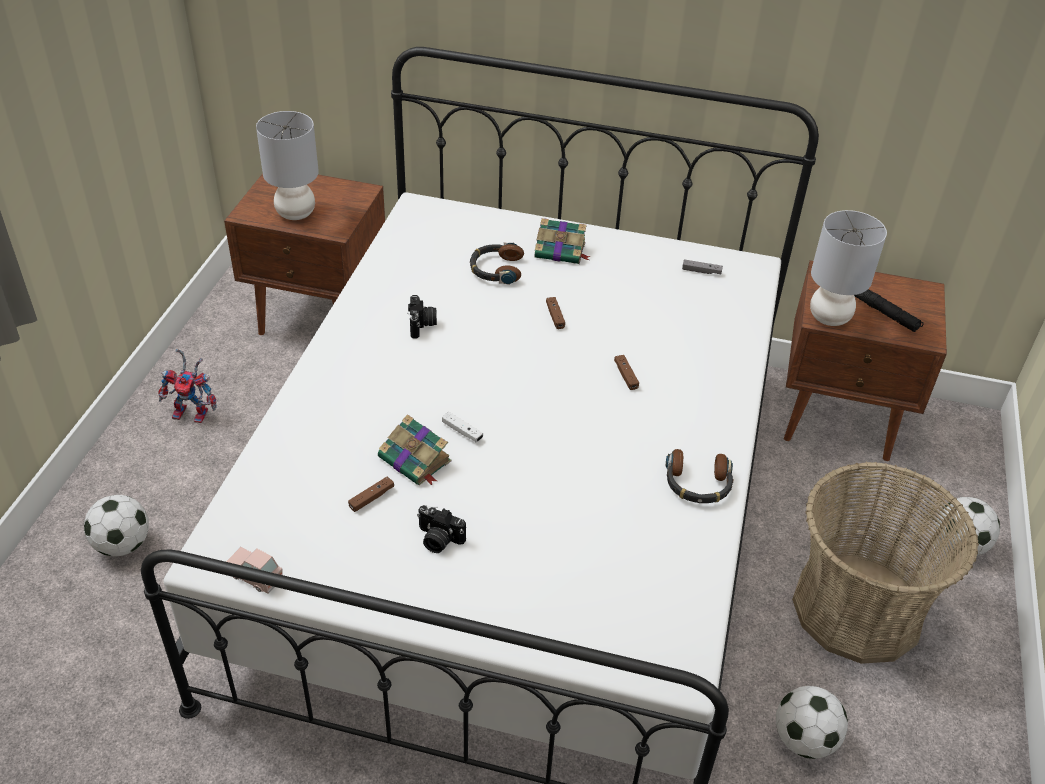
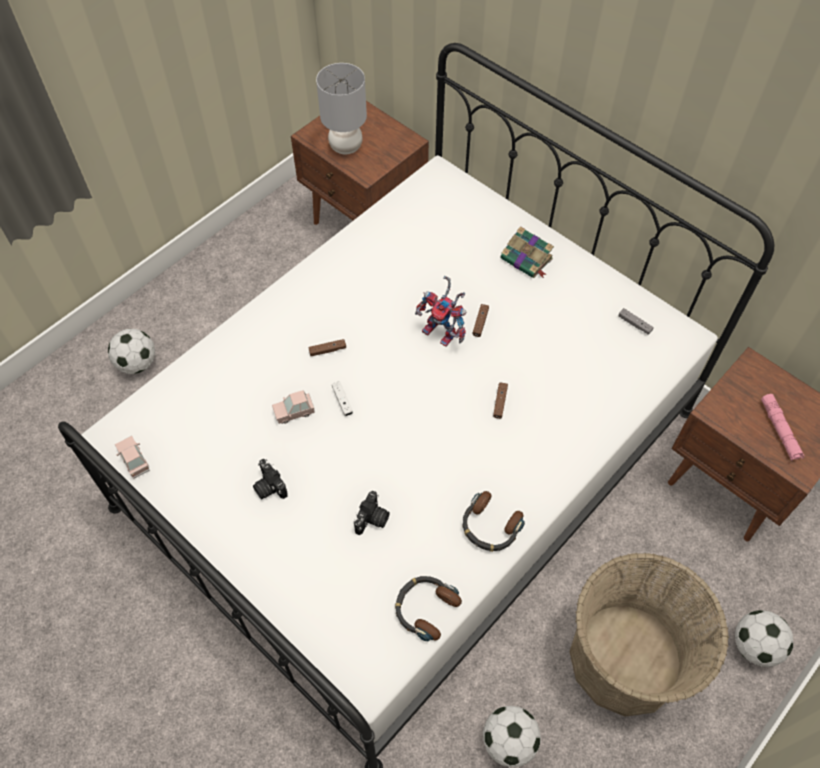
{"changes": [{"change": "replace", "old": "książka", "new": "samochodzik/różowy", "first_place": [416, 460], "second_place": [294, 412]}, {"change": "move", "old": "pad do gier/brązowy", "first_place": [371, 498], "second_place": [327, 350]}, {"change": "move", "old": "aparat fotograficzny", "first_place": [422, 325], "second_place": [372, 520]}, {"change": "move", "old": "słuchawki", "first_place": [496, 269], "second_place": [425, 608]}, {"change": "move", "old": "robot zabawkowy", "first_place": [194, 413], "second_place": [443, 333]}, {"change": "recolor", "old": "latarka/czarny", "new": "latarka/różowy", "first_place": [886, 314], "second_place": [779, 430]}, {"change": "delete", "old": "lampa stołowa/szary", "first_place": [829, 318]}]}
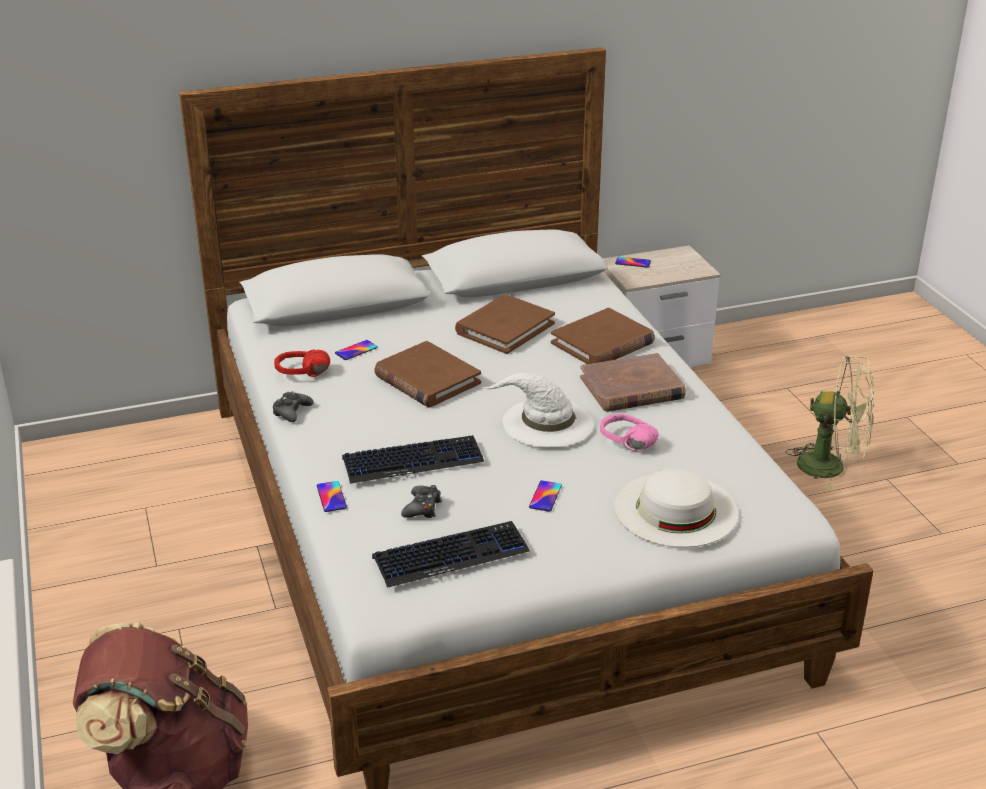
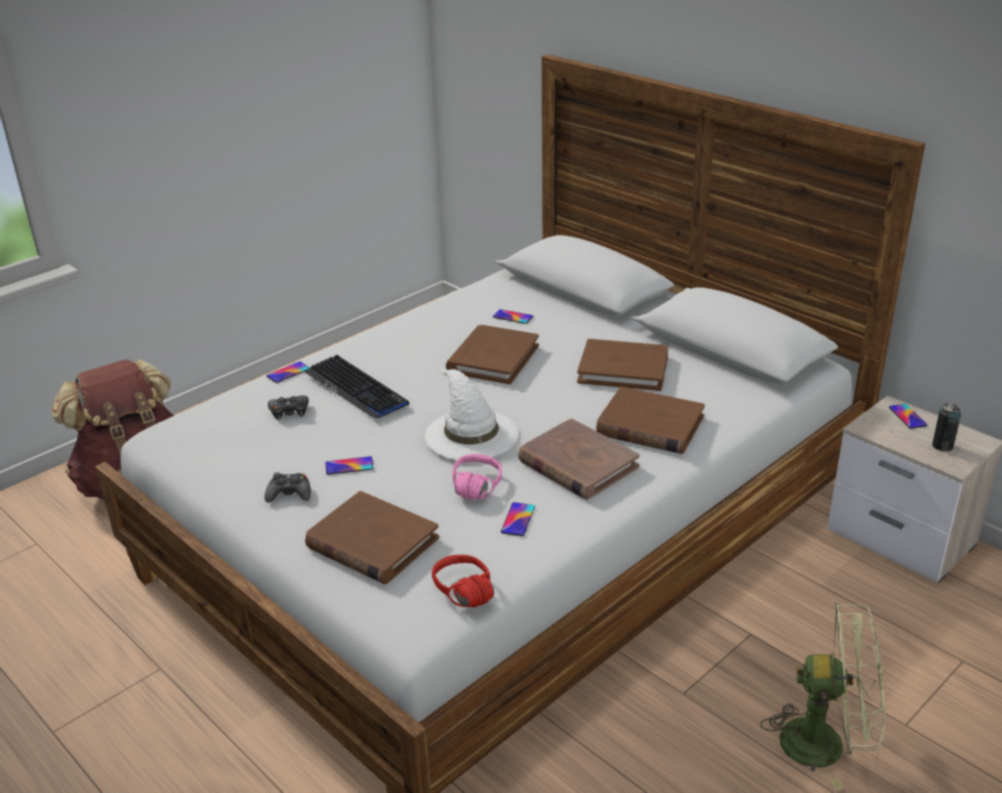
{"changes": [{"change": "move", "old": "pad do gier/czarny", "first_place": [292, 411], "second_place": [289, 494]}, {"change": "replace", "old": "kapelusz/biały", "new": "książka/brązowy", "first_place": [676, 509], "second_place": [372, 543]}, {"change": "move", "old": "słuchawki/czerwony", "first_place": [303, 377], "second_place": [455, 596]}, {"change": "insert", "new": "telefon", "second_place": [518, 519]}, {"change": "rotate", "old": "wentylator/zielony", "first_place": [831, 467], "second_place": [826, 743], "degrees": -75}, {"change": "insert", "new": "puszka", "second_place": [942, 446]}, {"change": "delete", "old": "klawiatura", "first_place": [451, 555]}]}
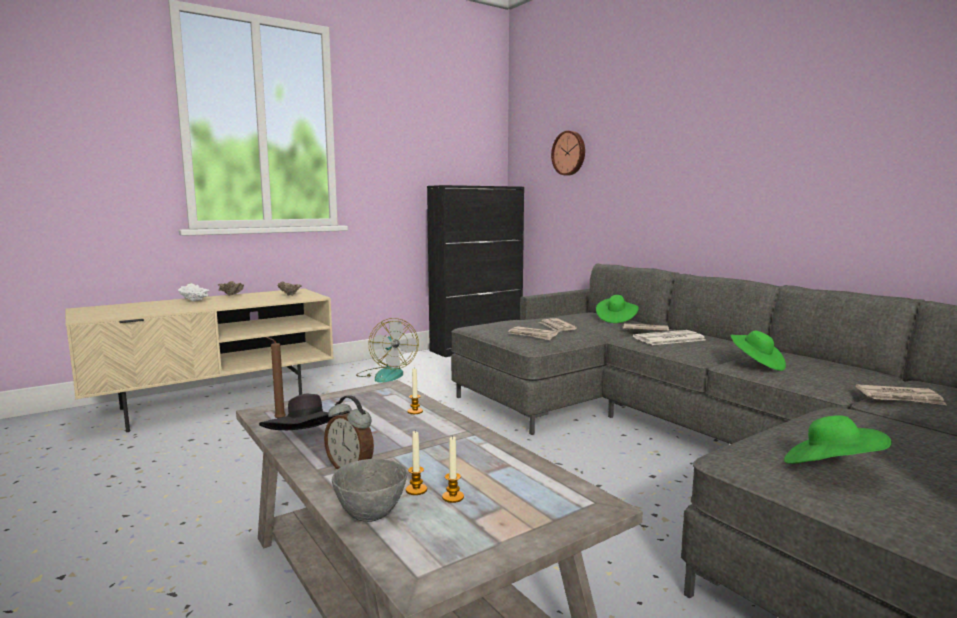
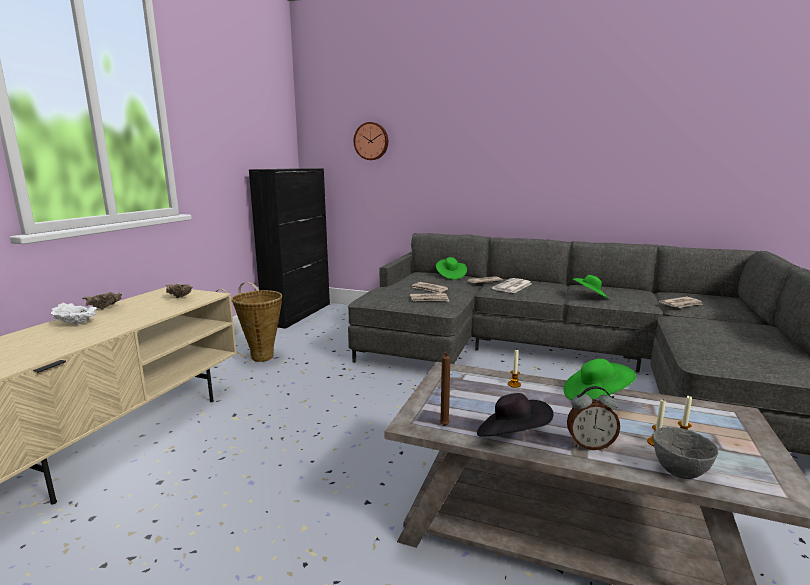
{"changes": [{"change": "replace", "old": "wentylator", "new": "koszyk", "first_place": [386, 374], "second_place": [258, 356]}, {"change": "move", "old": "kapelusz/zielony", "first_place": [830, 468], "second_place": [595, 397]}]}
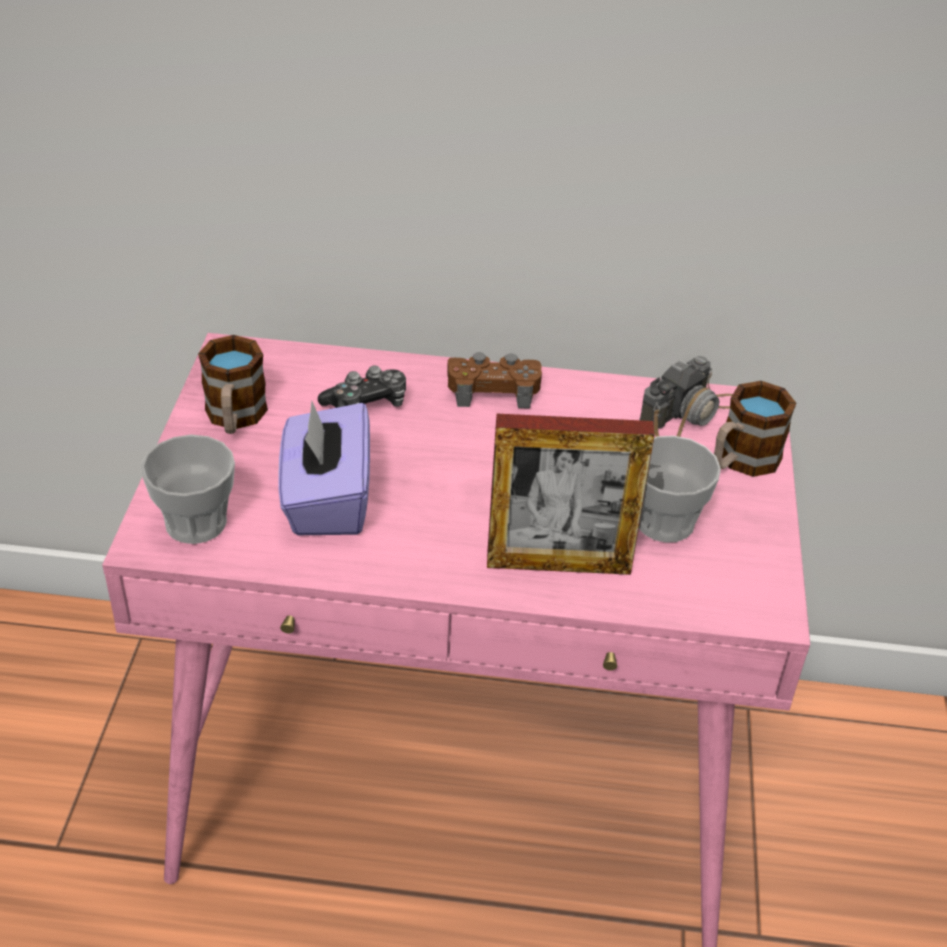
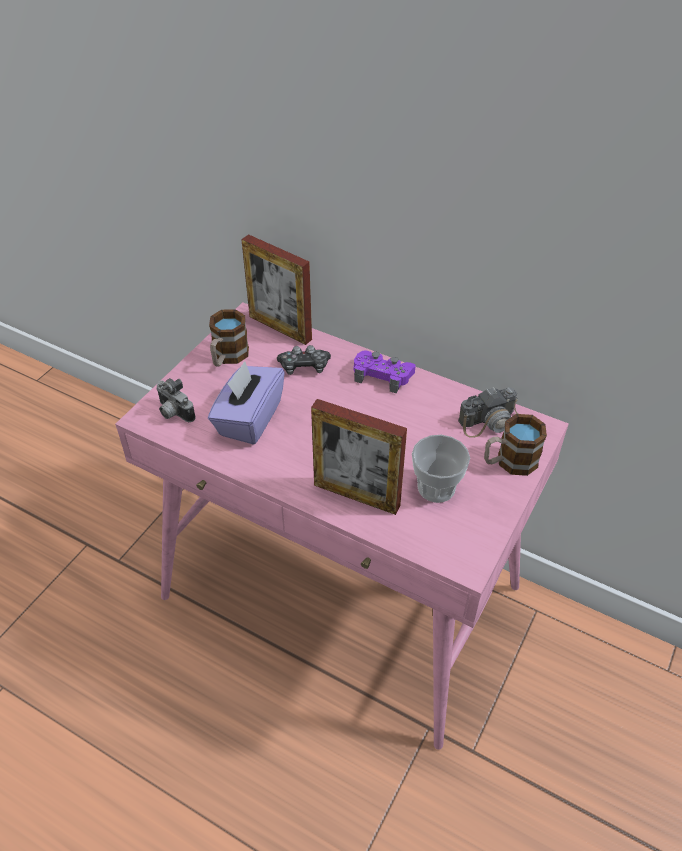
{"changes": [{"change": "replace", "old": "filiżanka", "new": "aparat fotograficzny", "first_place": [196, 523], "second_place": [173, 413]}, {"change": "insert", "new": "ramka na zdjęcie", "second_place": [280, 328]}, {"change": "recolor", "old": "pad do gier/brązowy", "new": "pad do gier/fioletowy", "first_place": [493, 389], "second_place": [382, 375]}]}
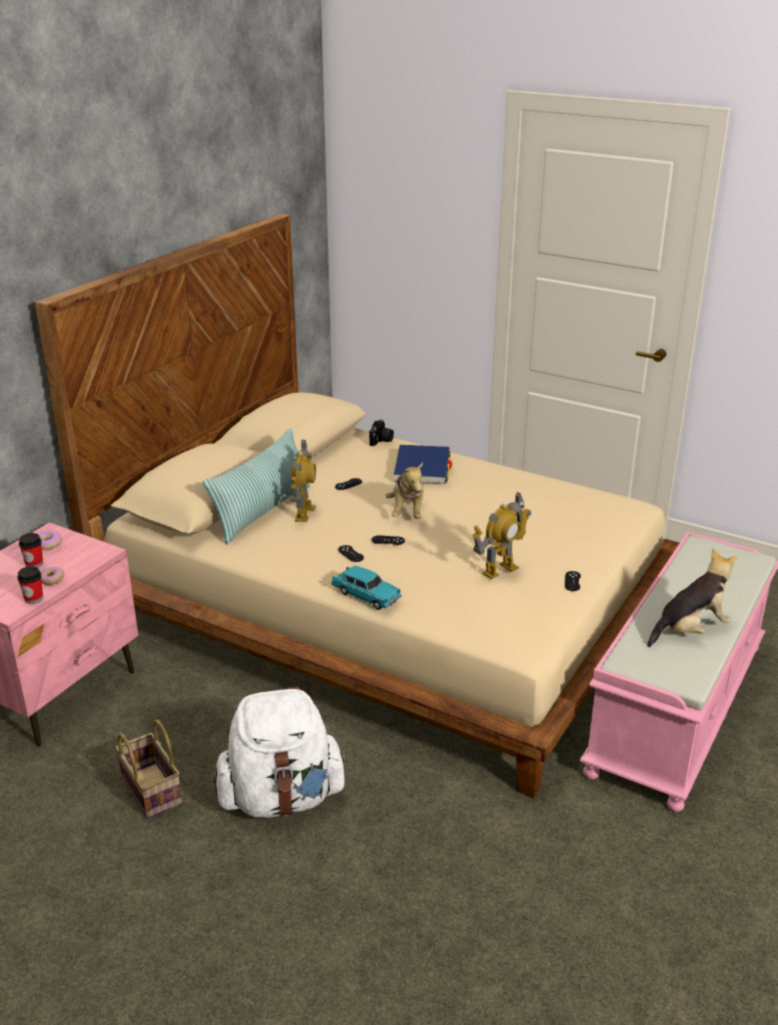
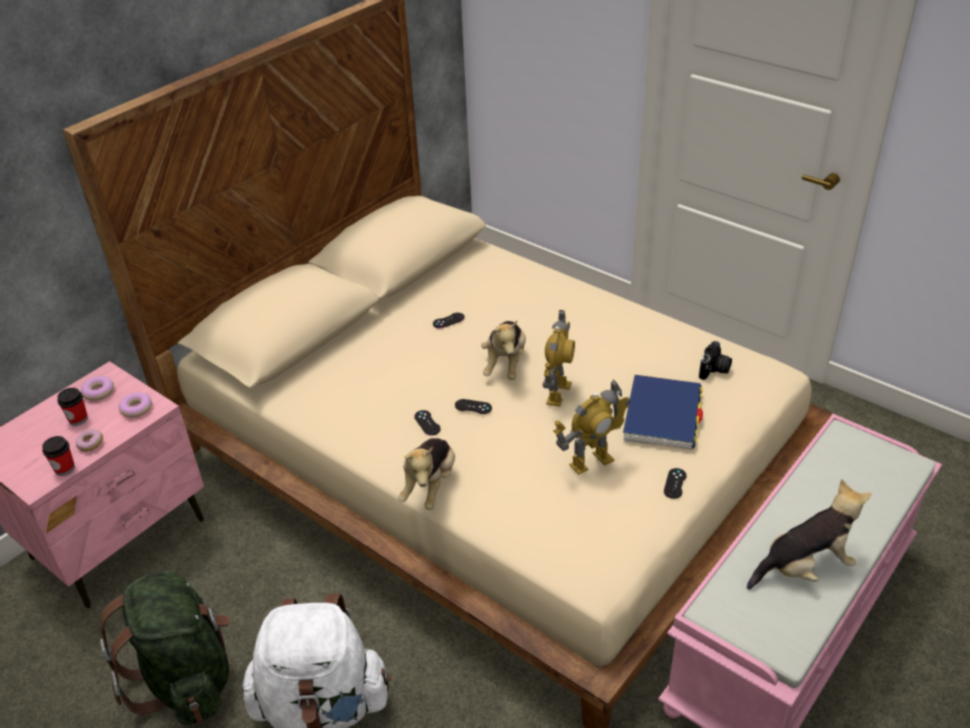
{"changes": [{"change": "replace", "old": "koszyk", "new": "plecak/zielony", "first_place": [149, 790], "second_place": [187, 678]}, {"change": "insert", "new": "donut", "second_place": [136, 409]}, {"change": "replace", "old": "samochodzik/turkusowy", "new": "pluszak", "first_place": [366, 596], "second_place": [430, 486]}, {"change": "move", "old": "robot zabawkowy", "first_place": [304, 513], "second_place": [557, 393]}, {"change": "move", "old": "książka/niebieski", "first_place": [422, 468], "second_place": [662, 416]}, {"change": "move", "old": "aparat fotograficzny", "first_place": [381, 441], "second_place": [714, 370]}, {"change": "delete", "old": "poduszka", "first_place": [262, 511]}]}
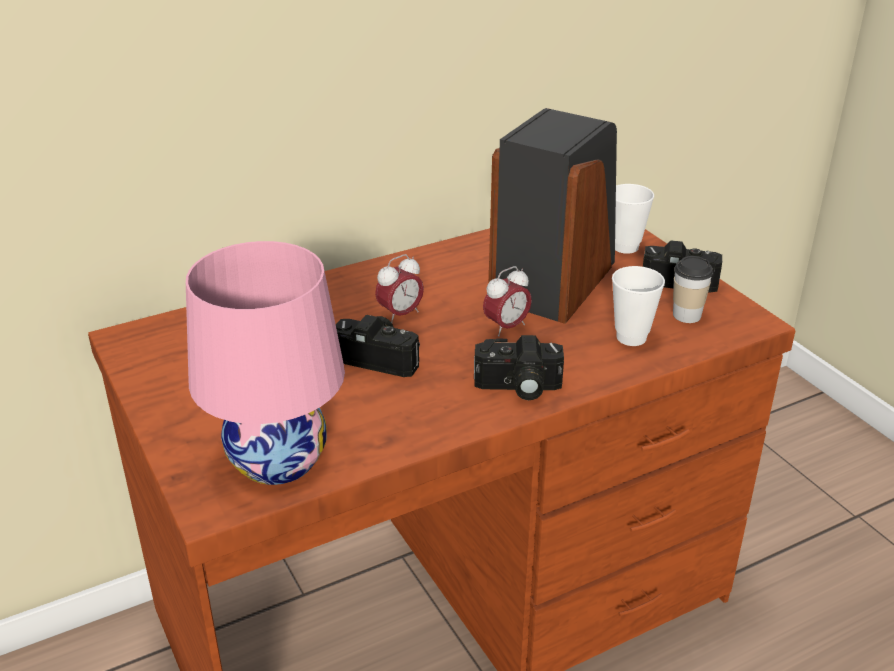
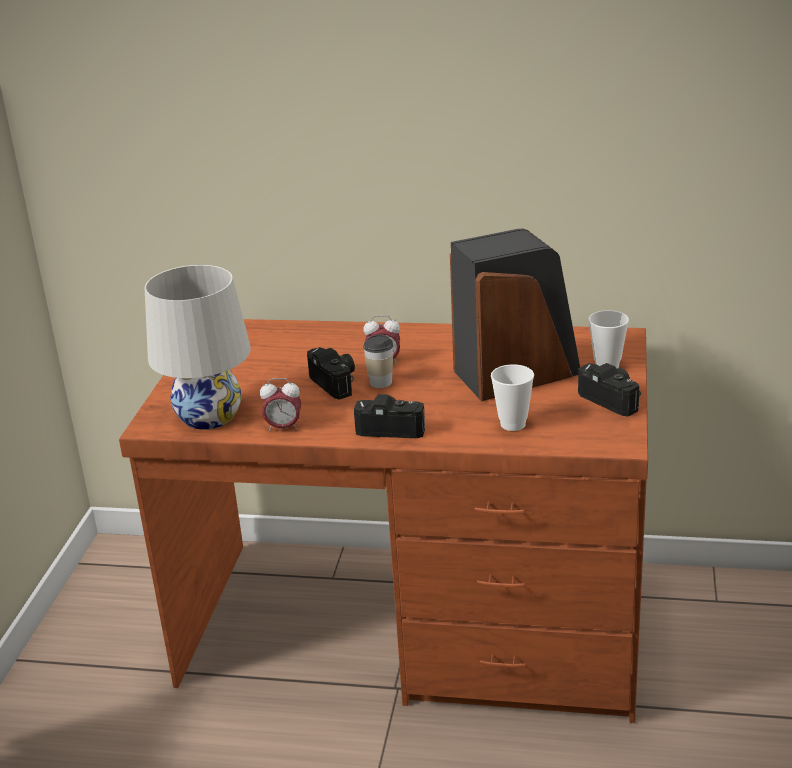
{"changes": [{"change": "recolor", "old": "lampa stołowa/różowy", "new": "lampa stołowa/biały", "first_place": [278, 460], "second_place": [209, 416]}, {"change": "move", "old": "budzik", "first_place": [506, 327], "second_place": [283, 428]}, {"change": "rotate", "old": "aparat fotograficzny", "first_place": [517, 387], "second_place": [392, 427], "degrees": 150}, {"change": "move", "old": "filiżanka", "first_place": [686, 315], "second_place": [380, 382]}]}
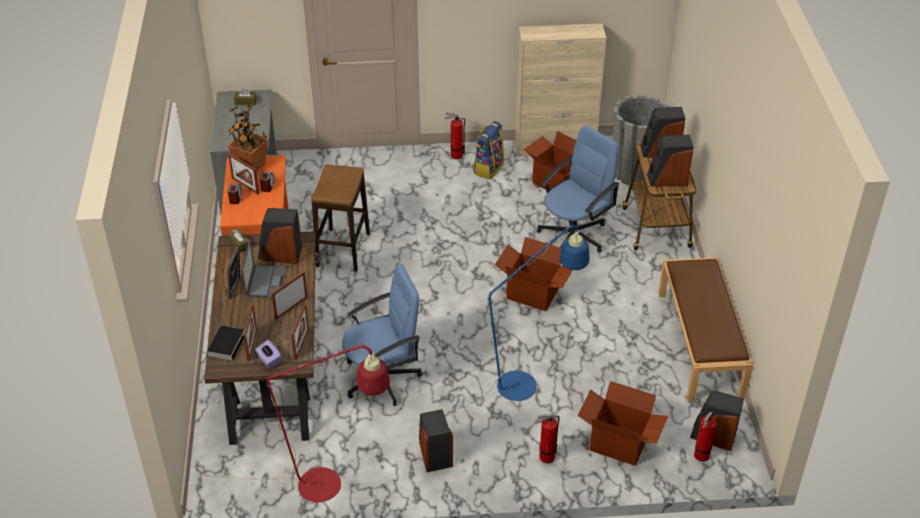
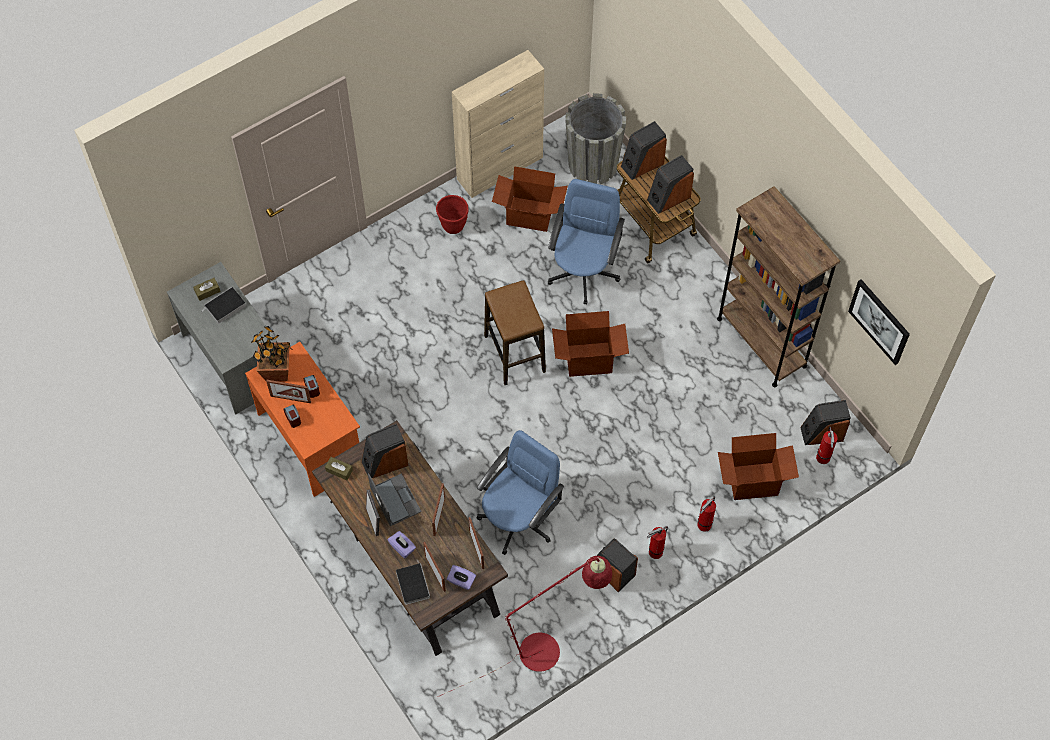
{"changes": [{"change": "insert", "new": "książka", "second_place": [224, 307]}, {"change": "insert", "new": "pudełko chusteczek/fioletowy", "second_place": [402, 547]}, {"change": "replace", "old": "plecak", "new": "donica/czerwony", "first_place": [488, 168], "second_place": [453, 226]}, {"change": "move", "old": "stołek", "first_place": [343, 250], "second_place": [515, 354]}, {"change": "move", "old": "gaśnica", "first_place": [455, 155], "second_place": [654, 553]}, {"change": "replace", "old": "ławka/brązowy", "new": "regał/brązowy", "first_place": [701, 344], "second_place": [761, 342]}, {"change": "insert", "new": "obraz", "second_place": [879, 321]}, {"change": "delete", "old": "lampa stojąca/niebieski", "first_place": [526, 381]}]}
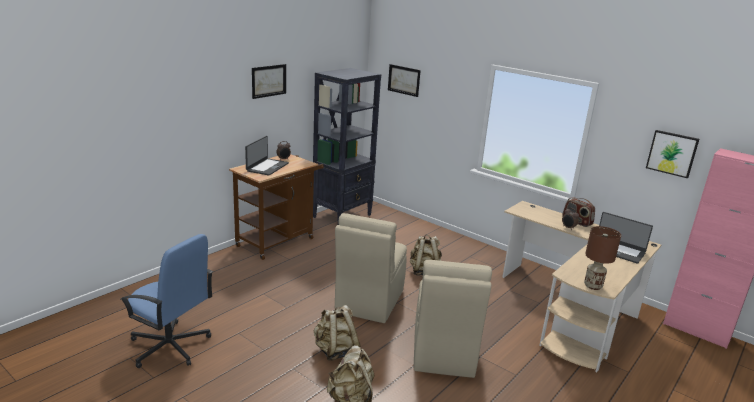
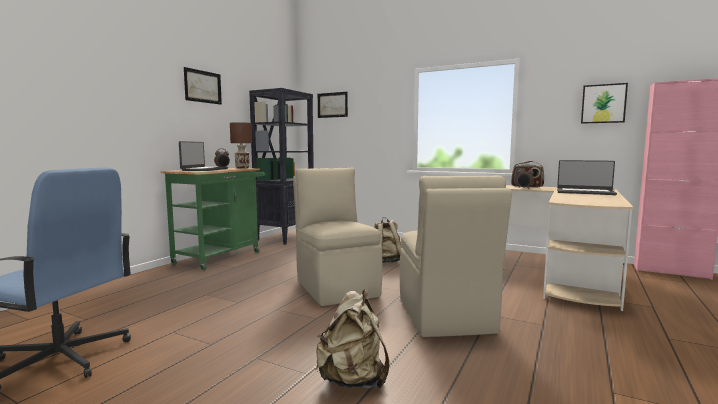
{"changes": [{"change": "recolor", "old": "wózek/brązowy", "new": "wózek/zielony", "first_place": [278, 240], "second_place": [221, 256]}, {"change": "move", "old": "lampa stołowa/brązowy", "first_place": [593, 286], "second_place": [242, 168]}, {"change": "rotate", "old": "krzesło/beżowy", "first_place": [369, 302], "second_place": [336, 287], "degrees": 150}, {"change": "delete", "old": "plecak/beżowy", "first_place": [335, 351]}]}
